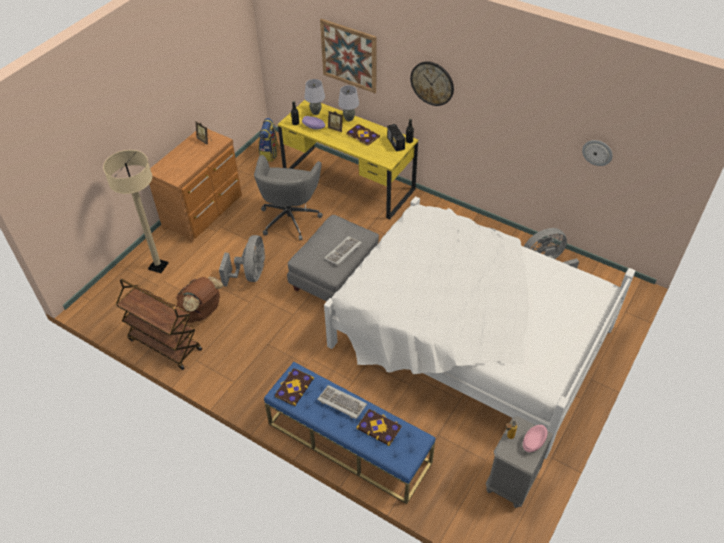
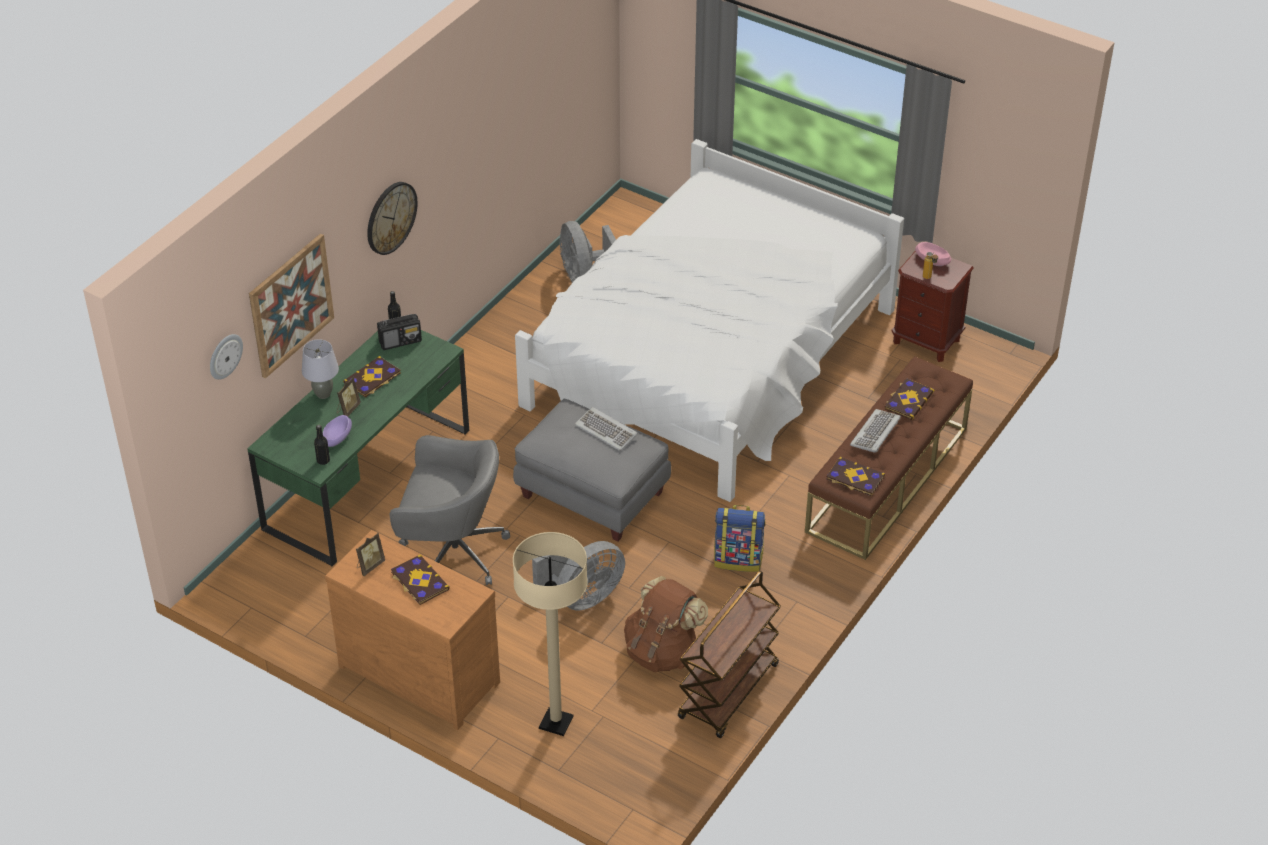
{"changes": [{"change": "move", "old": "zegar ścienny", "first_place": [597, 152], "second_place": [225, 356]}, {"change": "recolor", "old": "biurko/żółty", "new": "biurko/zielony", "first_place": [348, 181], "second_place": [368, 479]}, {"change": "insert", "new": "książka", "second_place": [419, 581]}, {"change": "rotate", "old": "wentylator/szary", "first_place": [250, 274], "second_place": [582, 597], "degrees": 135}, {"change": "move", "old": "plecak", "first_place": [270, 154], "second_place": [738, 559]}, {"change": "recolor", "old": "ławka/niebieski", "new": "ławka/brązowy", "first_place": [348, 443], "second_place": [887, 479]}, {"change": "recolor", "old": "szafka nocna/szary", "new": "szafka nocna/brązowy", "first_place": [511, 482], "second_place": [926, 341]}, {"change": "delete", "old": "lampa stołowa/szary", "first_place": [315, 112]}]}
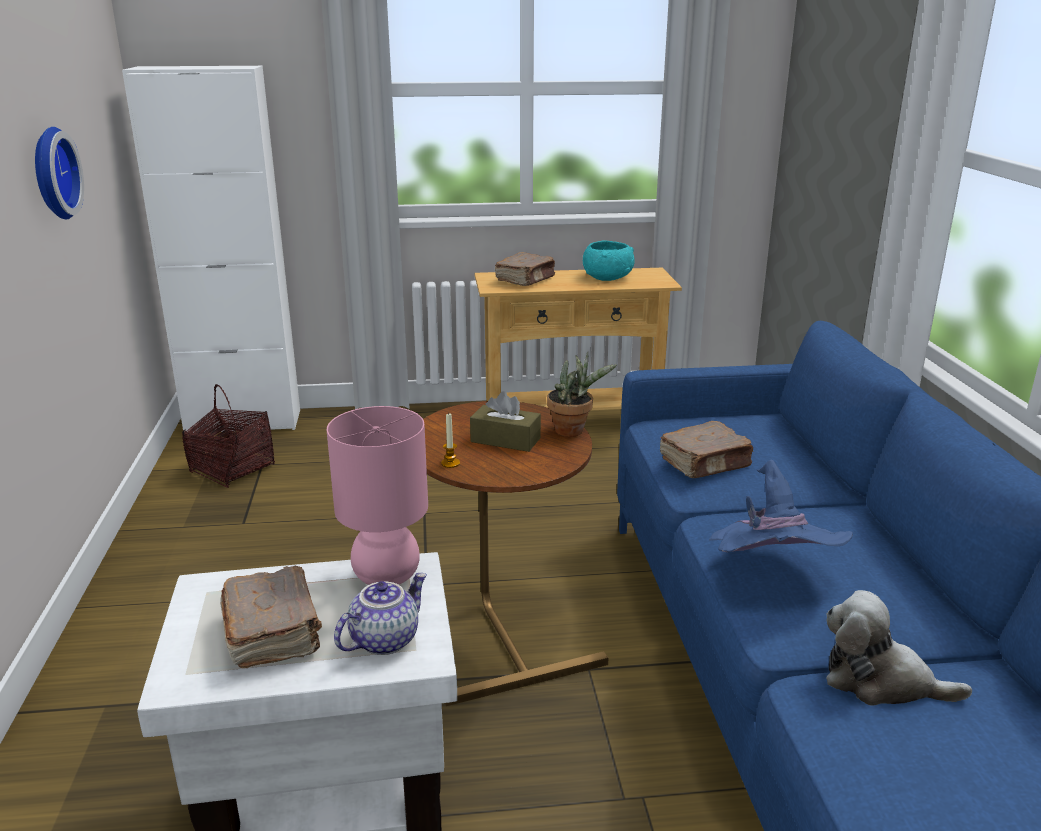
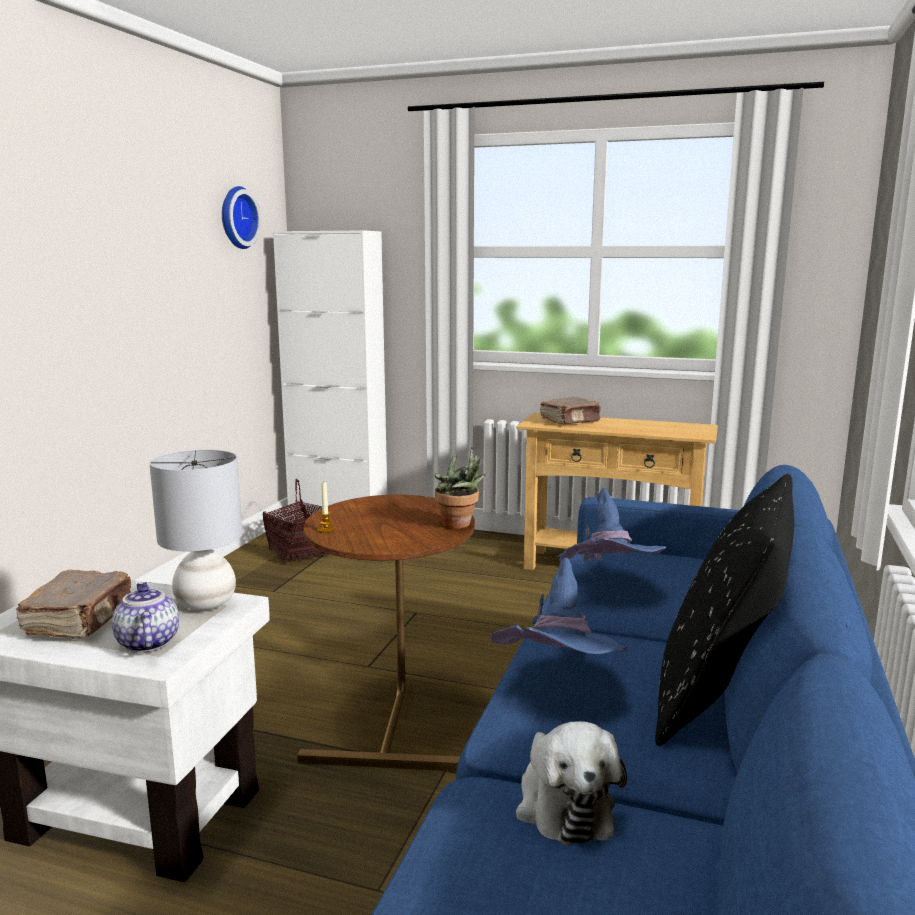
{"changes": [{"change": "rotate", "old": "imbryk", "first_place": [384, 639], "second_place": [146, 643], "degrees": -90}, {"change": "recolor", "old": "lampa stołowa/różowy", "new": "lampa stołowa/szary", "first_place": [386, 577], "second_place": [205, 604]}, {"change": "move", "old": "zegar ścienny", "first_place": [51, 173], "second_place": [236, 218]}, {"change": "rotate", "old": "pluszak", "first_place": [880, 681], "second_place": [563, 805], "degrees": -150}, {"change": "replace", "old": "książka/brązowy", "new": "kapelusz/niebieski", "first_place": [706, 464], "second_place": [605, 587]}, {"change": "insert", "new": "poduszka/czarny", "second_place": [719, 696]}, {"change": "delete", "old": "pudełko chusteczek/brązowy", "first_place": [505, 440]}, {"change": "delete", "old": "miska/turkusowy", "first_place": [607, 277]}]}
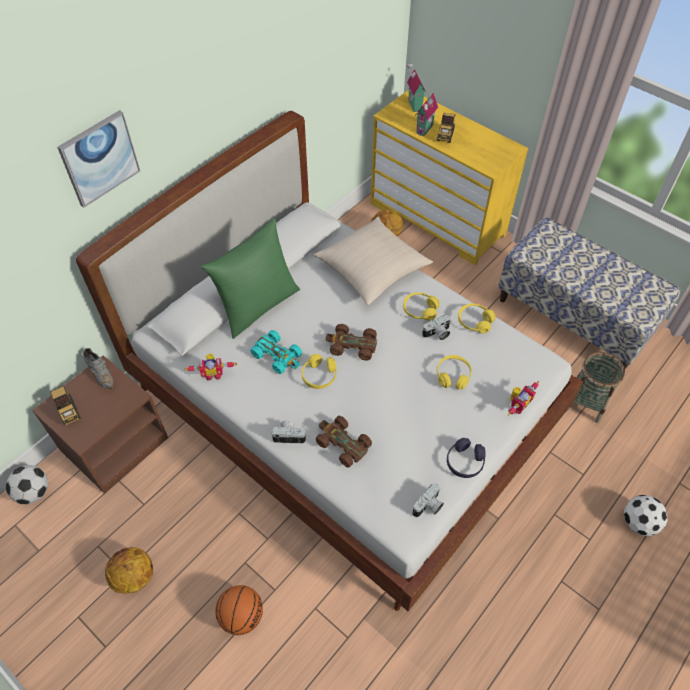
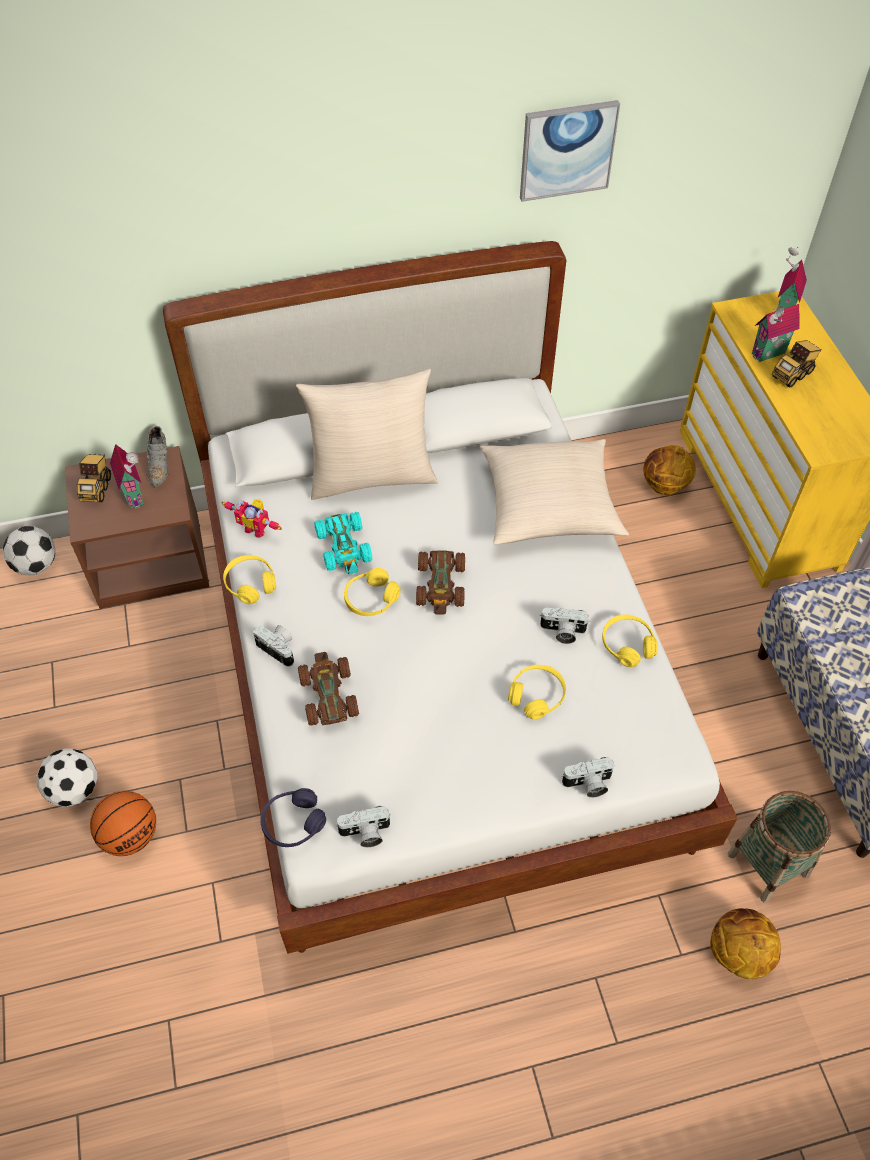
{"changes": [{"change": "move", "old": "piłka futbolowa", "first_place": [638, 522], "second_place": [74, 789]}, {"change": "insert", "new": "domek", "second_place": [135, 495]}, {"change": "move", "old": "słuchawki/żółty", "first_place": [420, 310], "second_place": [250, 584]}, {"change": "move", "old": "słuchawki/fioletowy", "first_place": [465, 462], "second_place": [293, 823]}, {"change": "recolor", "old": "poduszka/zielony", "new": "poduszka/beżowy", "first_place": [258, 306], "second_place": [372, 476]}, {"change": "rotate", "old": "samochodzik/brązowy", "first_place": [352, 346], "second_place": [441, 586], "degrees": -135}, {"change": "move", "old": "obraz", "first_place": [99, 158], "second_place": [567, 150]}, {"change": "replace", "old": "robot zabawkowy", "new": "aparat fotograficzny", "first_place": [517, 406], "second_place": [588, 784]}, {"change": "move", "old": "piłka do koszykówki", "first_place": [133, 577], "second_place": [737, 953]}]}
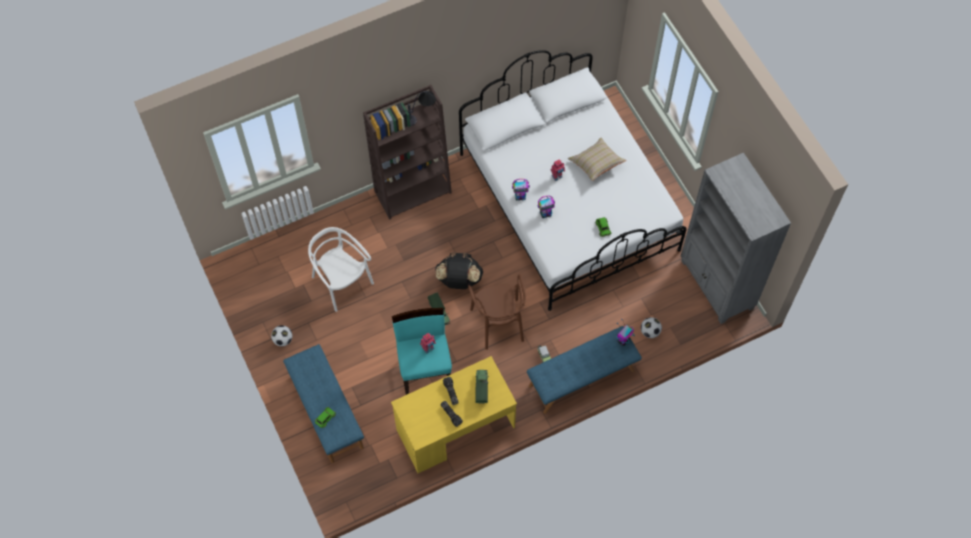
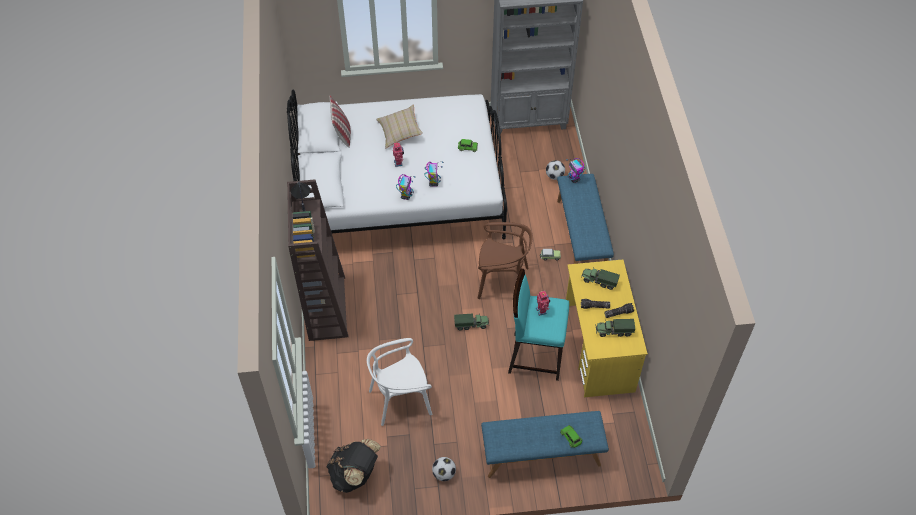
{"changes": [{"change": "move", "old": "plecak/czarny", "first_place": [459, 280], "second_place": [355, 475]}, {"change": "insert", "new": "poduszka", "second_place": [342, 134]}, {"change": "insert", "new": "ciężarówka zabawkowa", "second_place": [614, 331]}]}
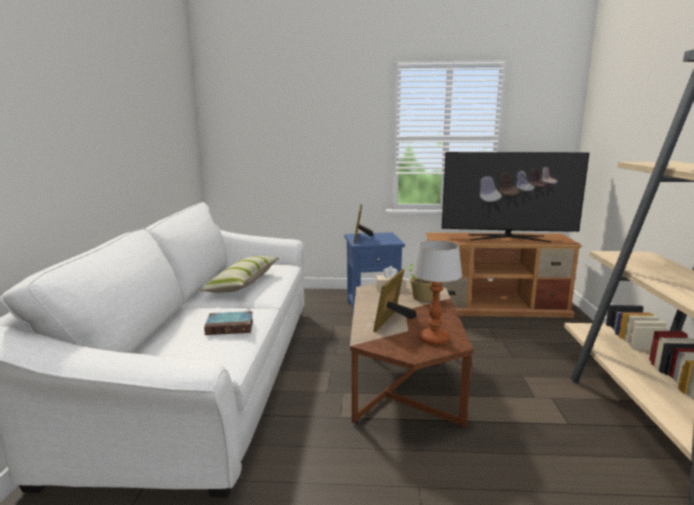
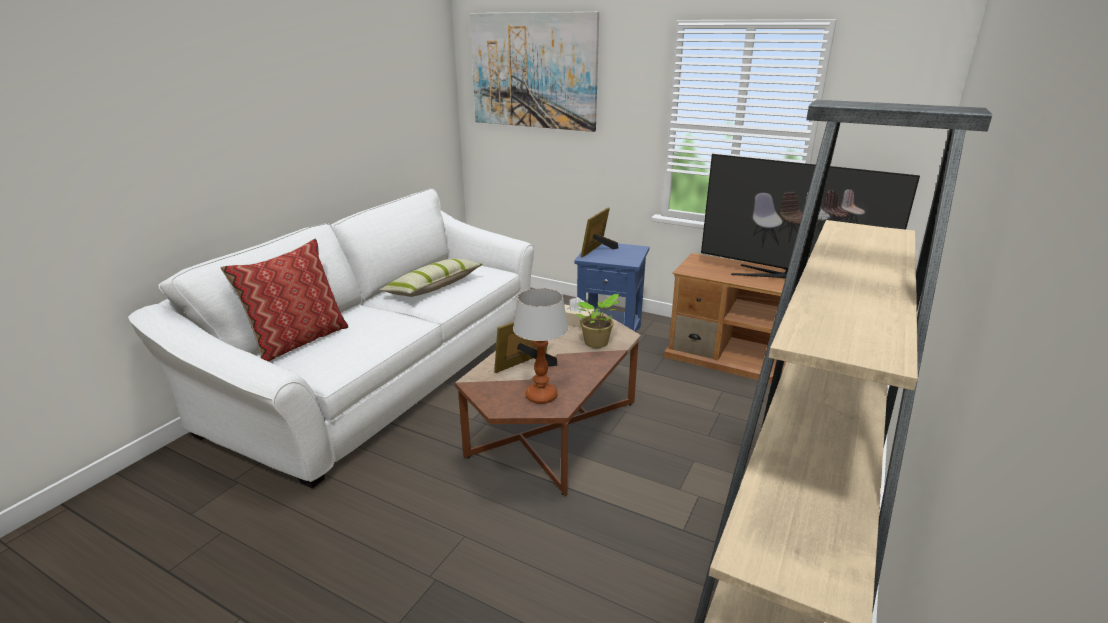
{"changes": [{"change": "insert", "new": "poduszka", "second_place": [298, 341]}, {"change": "insert", "new": "obraz", "second_place": [533, 71]}, {"change": "delete", "old": "książka", "first_place": [231, 327]}]}
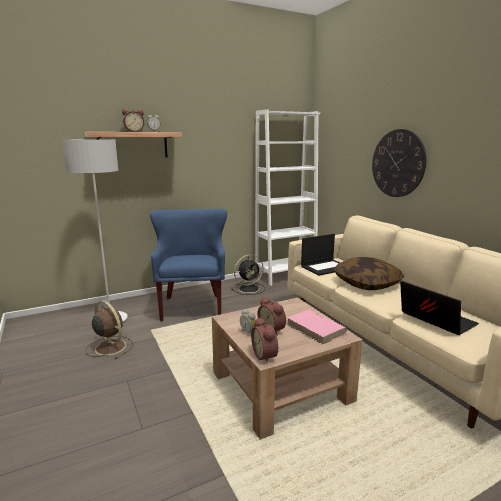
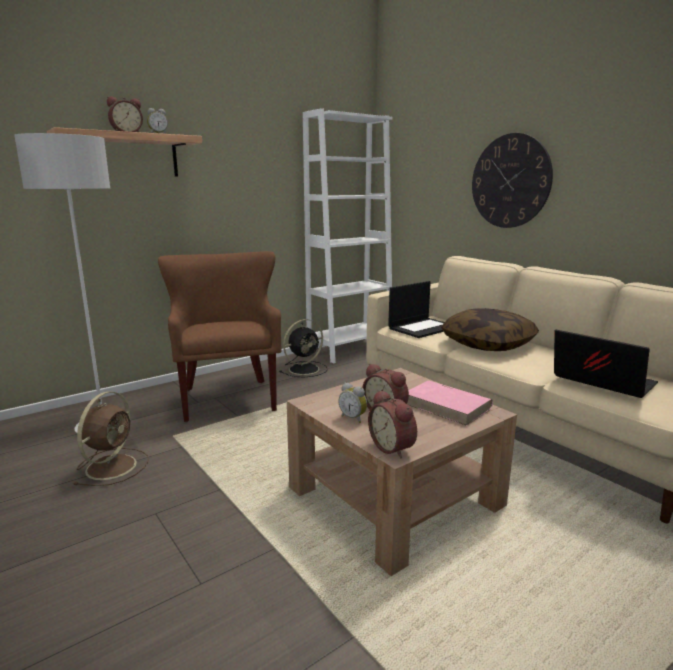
{"changes": [{"change": "rotate", "old": "wentylator/brązowy", "first_place": [110, 347], "second_place": [113, 466], "degrees": 75}, {"change": "recolor", "old": "fotel/niebieski", "new": "fotel/brązowy", "first_place": [192, 307], "second_place": [229, 398]}]}
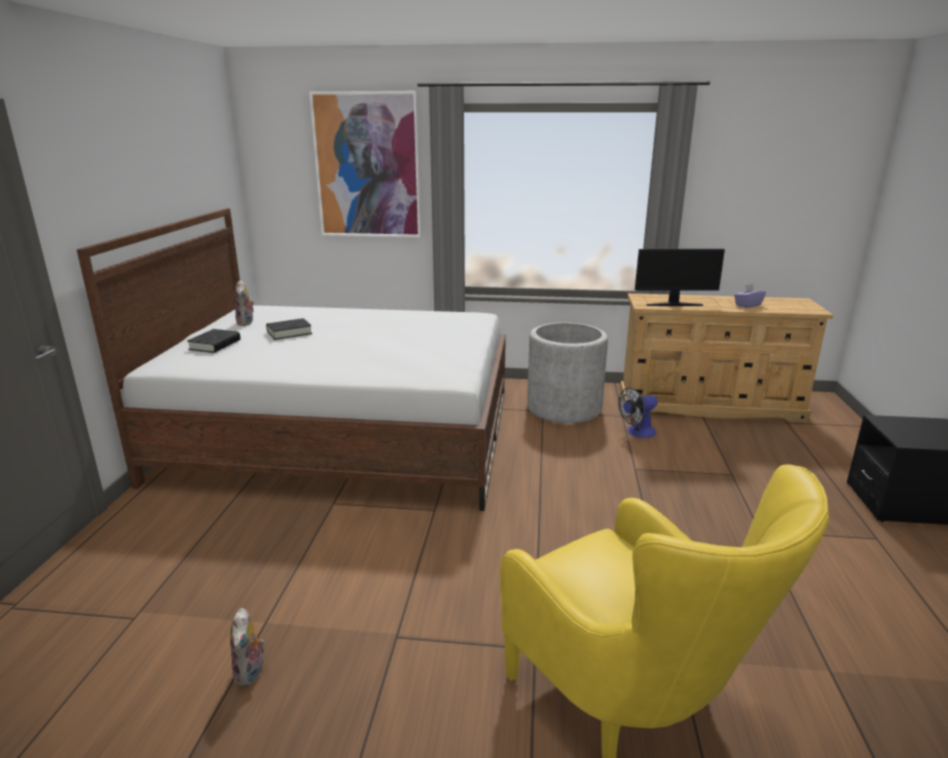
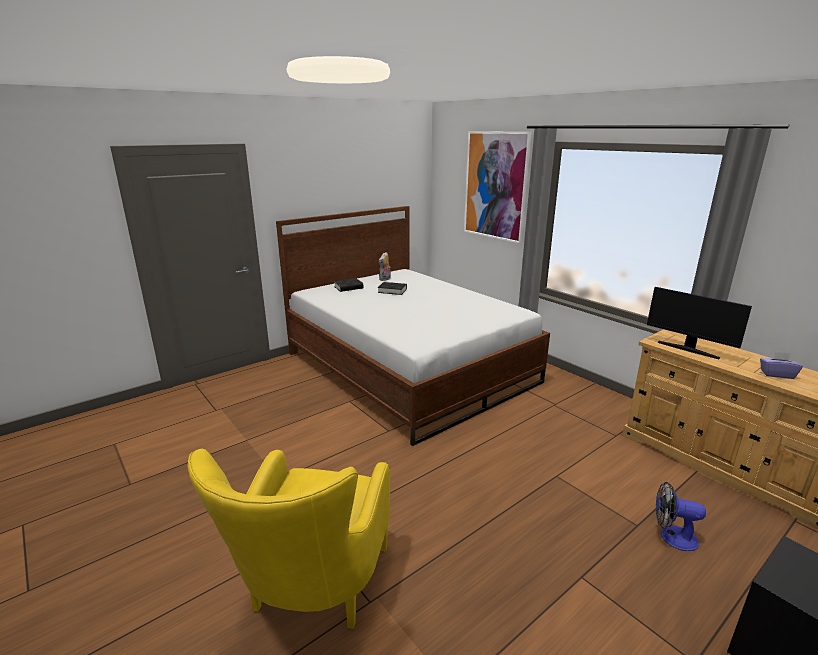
{"changes": [{"change": "move", "old": "wentylator", "first_place": [637, 432], "second_place": [672, 536]}, {"change": "delete", "old": "pluszak", "first_place": [251, 673]}, {"change": "delete", "old": "donica/szary", "first_place": [564, 408]}]}
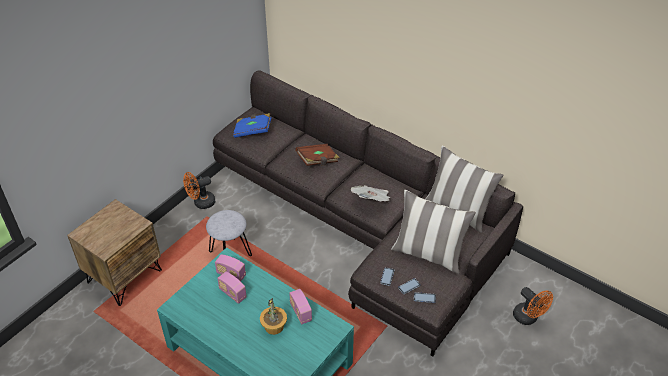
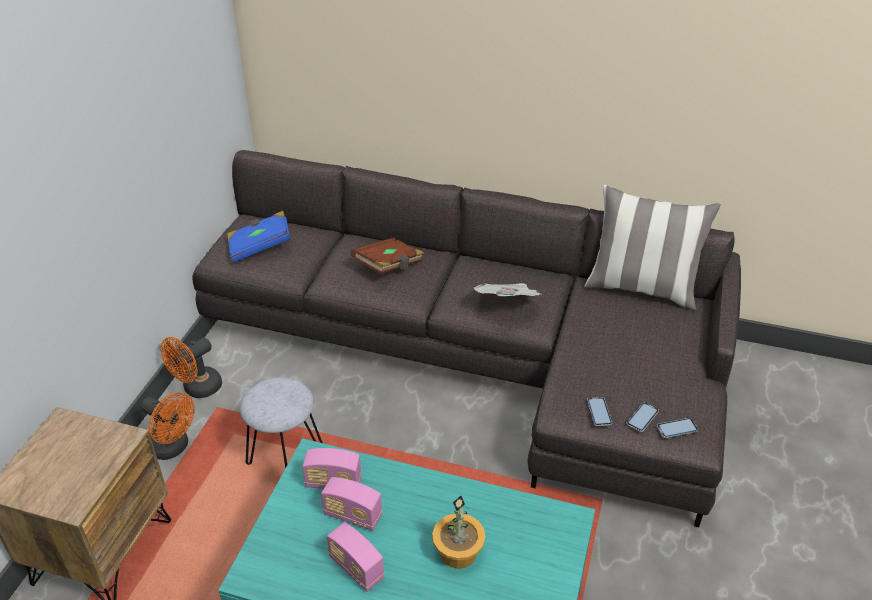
{"changes": [{"change": "move", "old": "wentylator/pomarańczowy", "first_place": [528, 318], "second_place": [173, 448]}, {"change": "move", "old": "radio", "first_place": [300, 312], "second_place": [356, 568]}, {"change": "delete", "old": "poduszka", "first_place": [428, 254]}]}
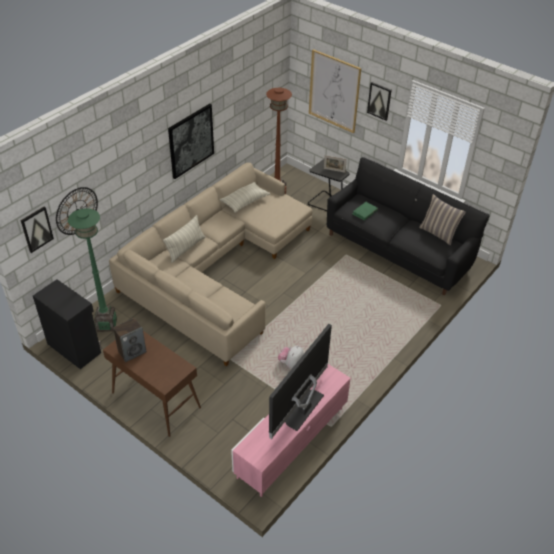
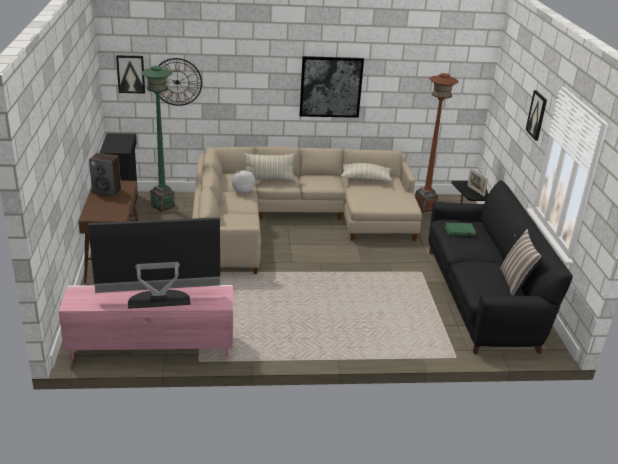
{"changes": [{"change": "move", "old": "pluszak", "first_place": [291, 364], "second_place": [242, 191]}, {"change": "delete", "old": "obraz", "first_place": [334, 91]}]}
